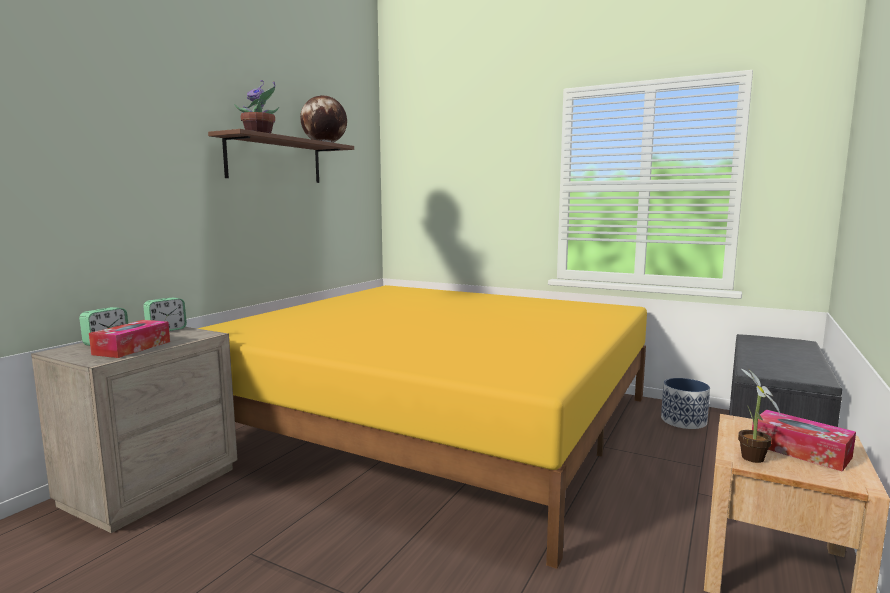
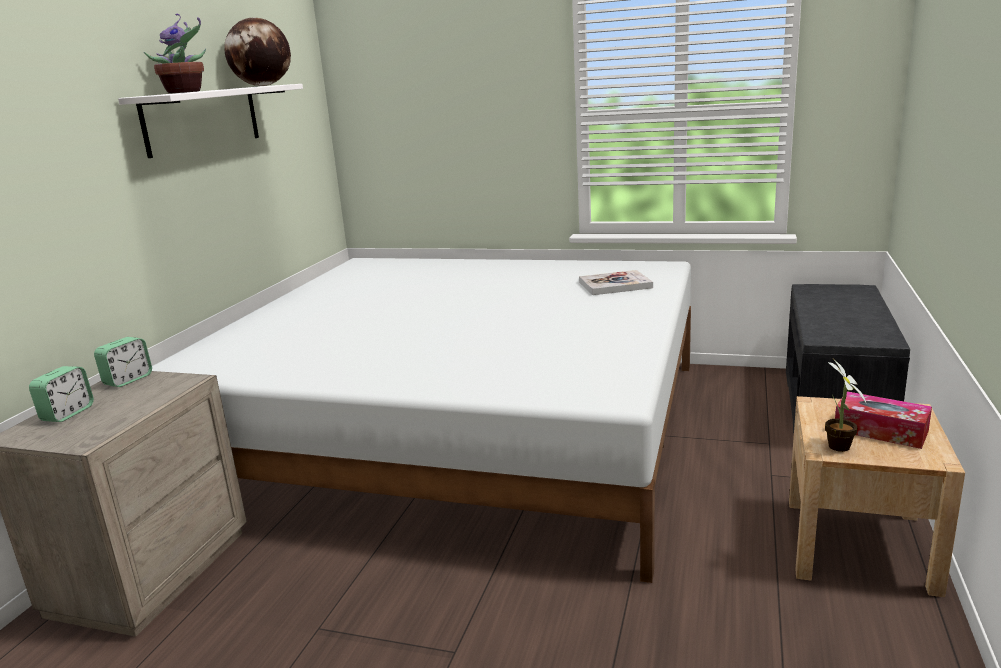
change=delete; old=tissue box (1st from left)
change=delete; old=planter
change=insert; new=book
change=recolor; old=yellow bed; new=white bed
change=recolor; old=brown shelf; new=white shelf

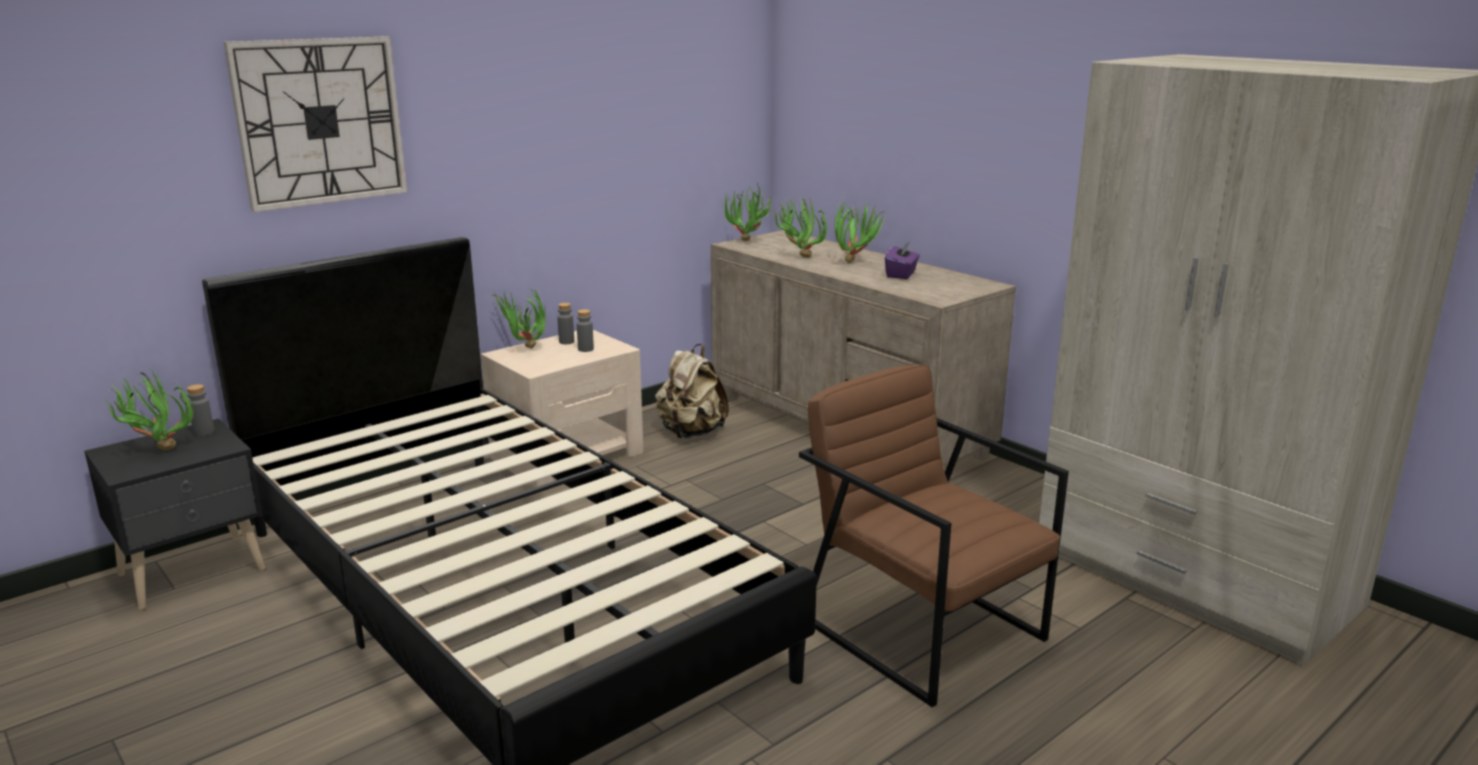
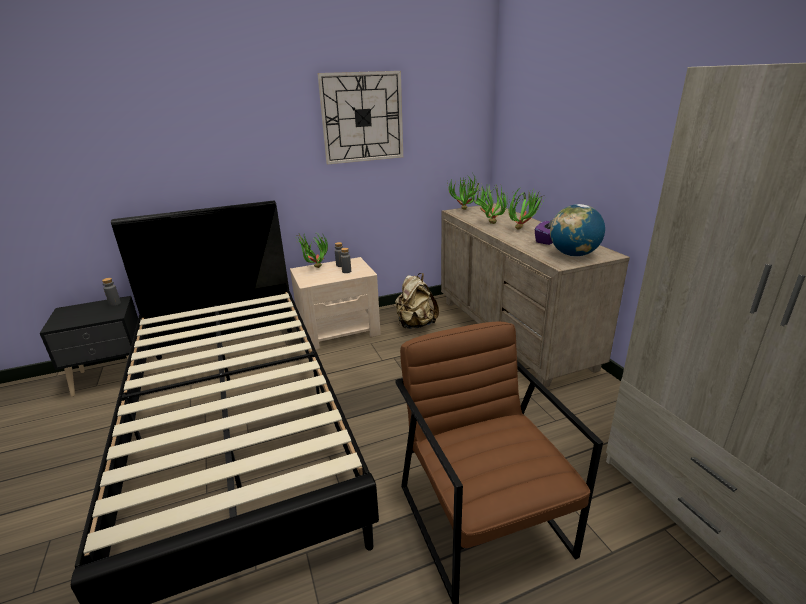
change=delete; old=potted plant (1st from left)
change=insert; new=globe
change=move; old=wall clock

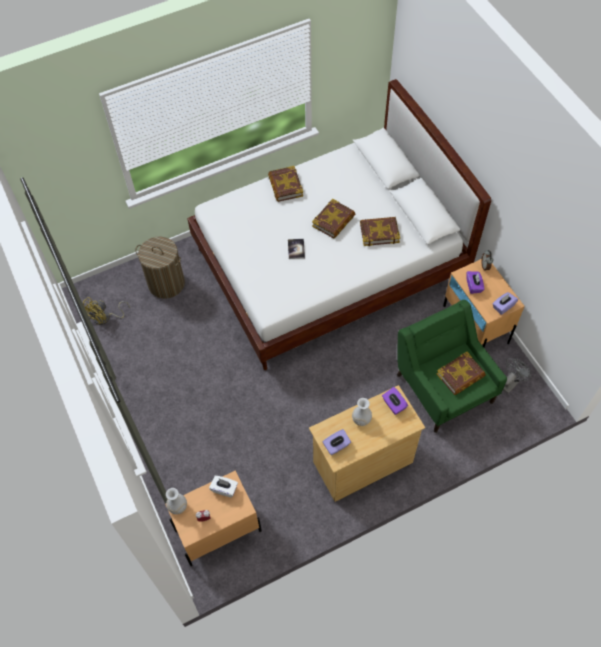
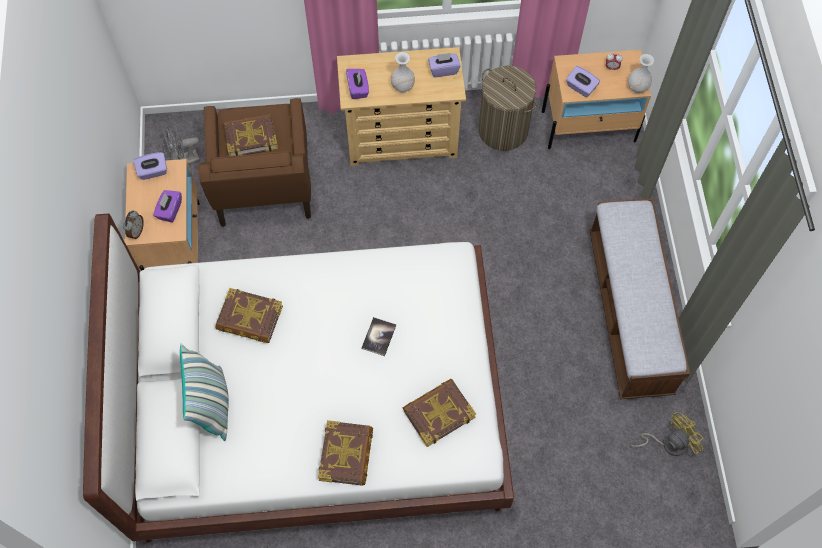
change=insert; new=pillow
change=insert; new=bench
change=move; old=laundry basket
change=move; old=book (3rd from left in the first image); new=book (5th from left)
change=recolor; old=white tissue box; new=purple tissue box (5th from left)
change=recolor; old=green armchair; new=brown armchair

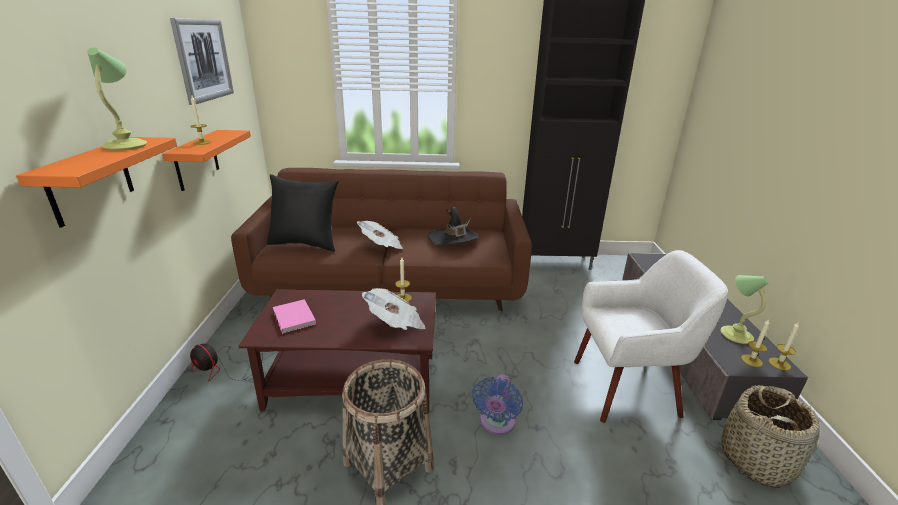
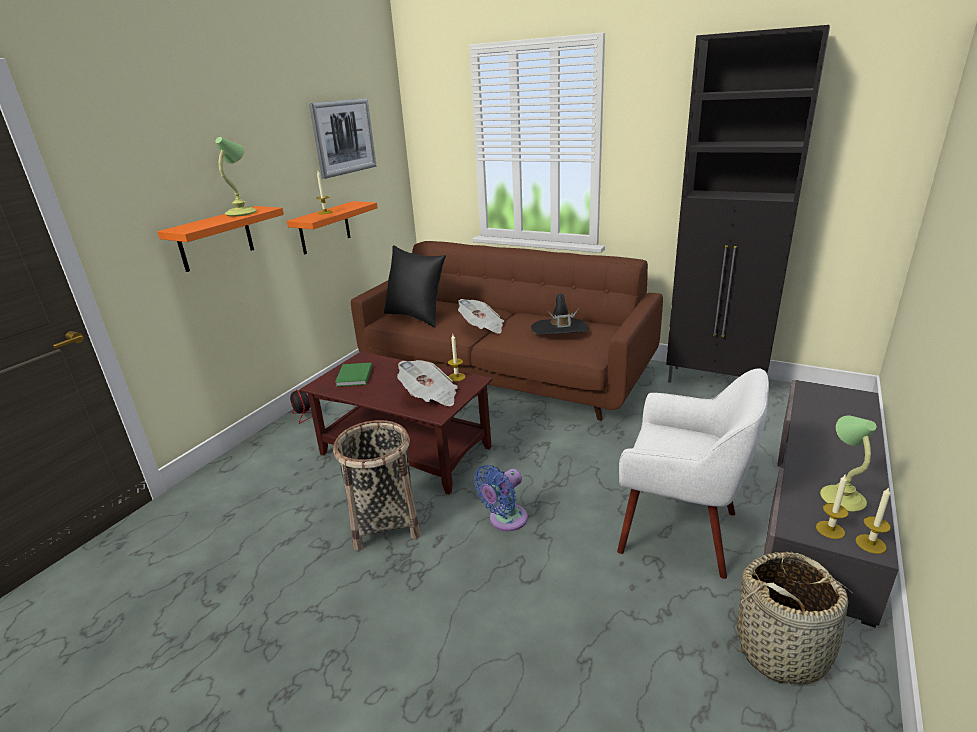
change=recolor; old=pink book; new=green book

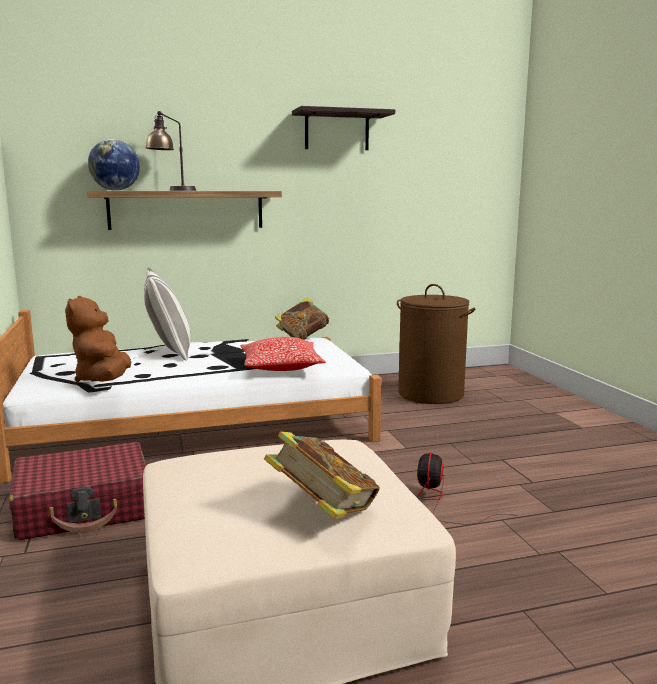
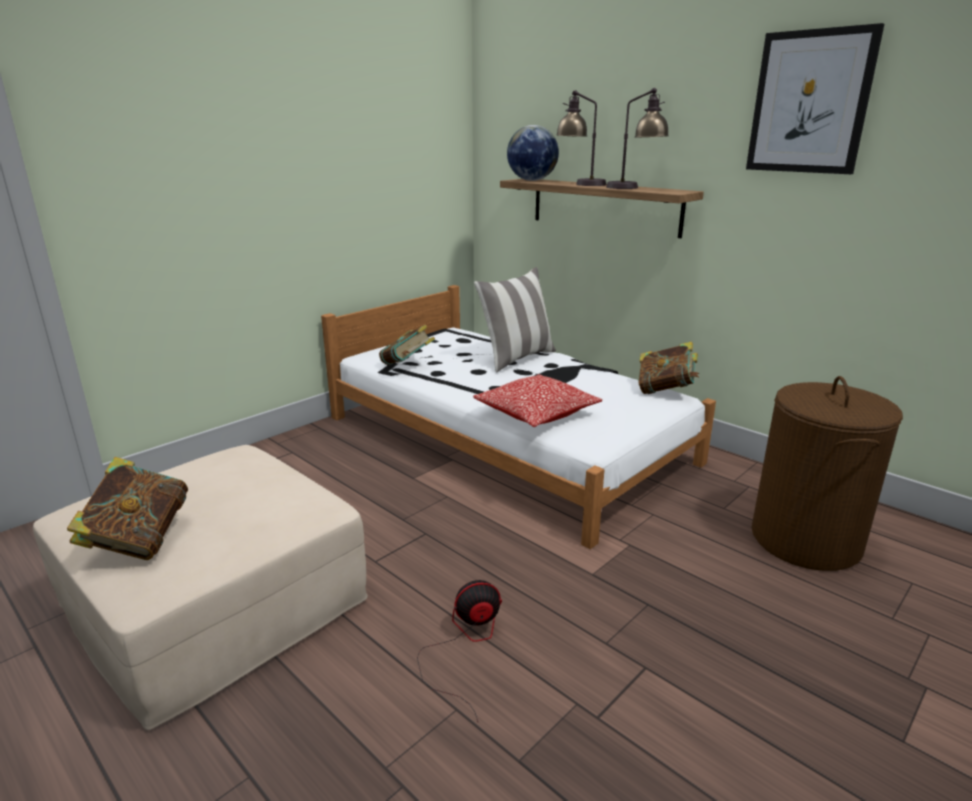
change=delete; old=red suitcase
change=insert; new=table lamp (2nd from left)
change=replace; old=brown plush toy; new=book (2nd from left)
change=replace; old=shelf (2nd from left); new=picture

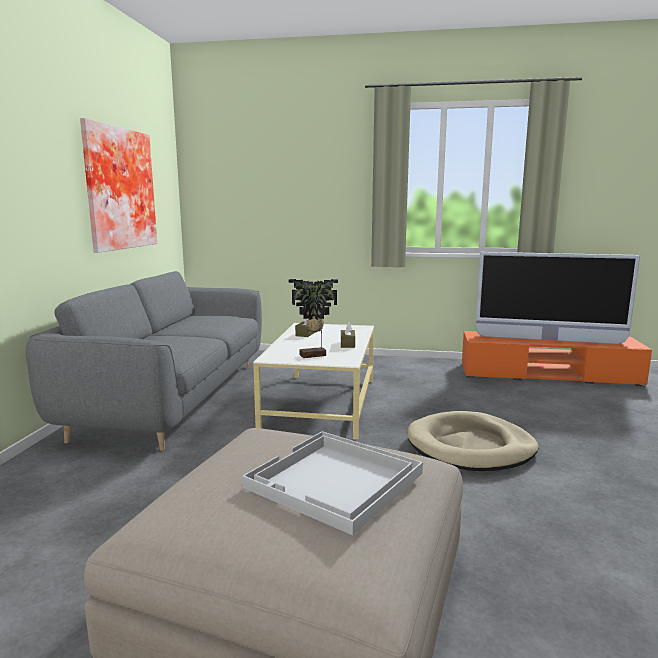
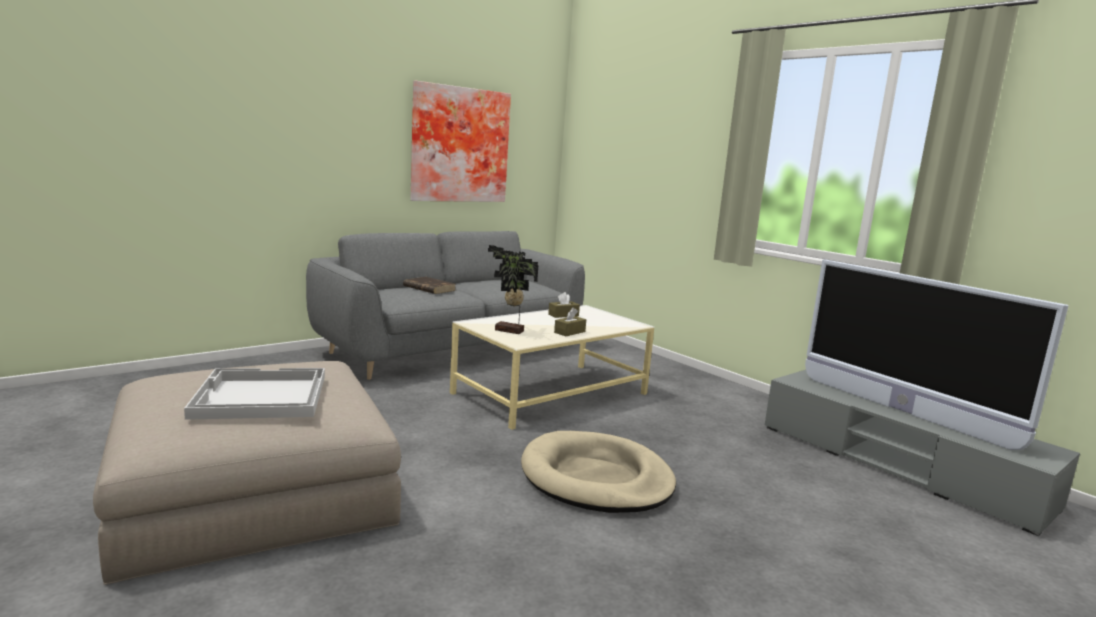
change=insert; new=brown book
change=recolor; old=orange tv stand; new=grey tv stand

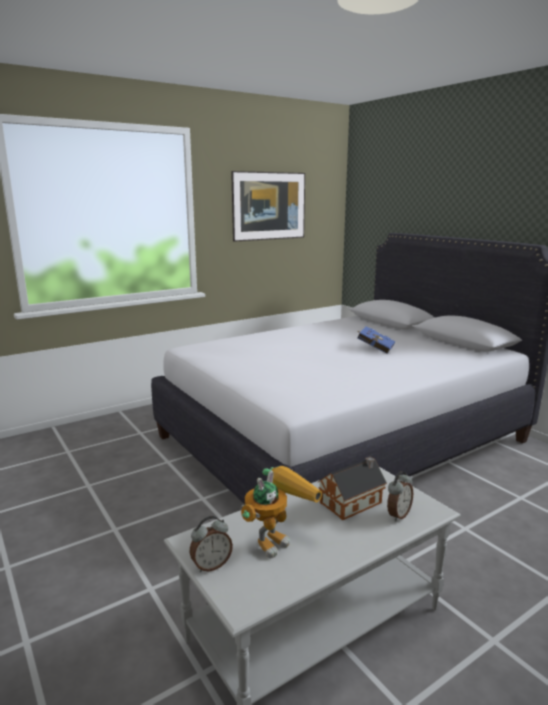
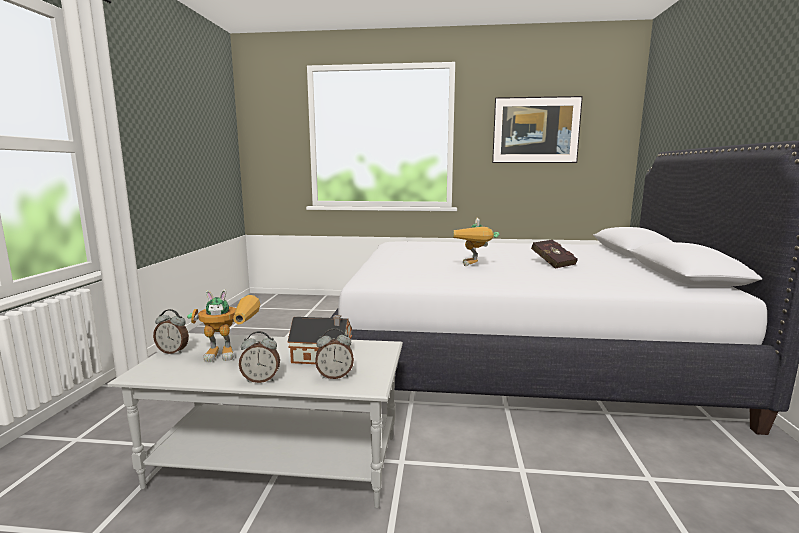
change=insert; new=alarm clock (2nd from left)
change=insert; new=toy robot (2nd from left)
change=recolor; old=blue book; new=red book

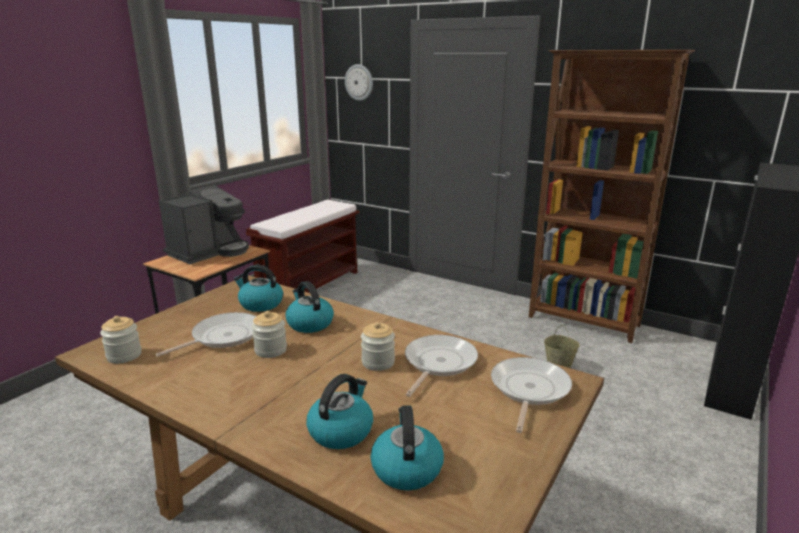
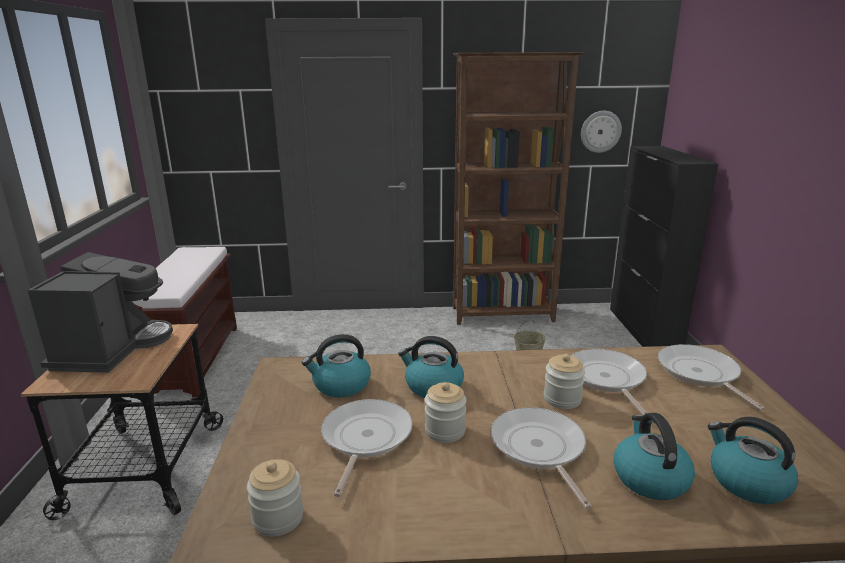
change=insert; new=frying pan (2nd from left)
change=move; old=wall clock

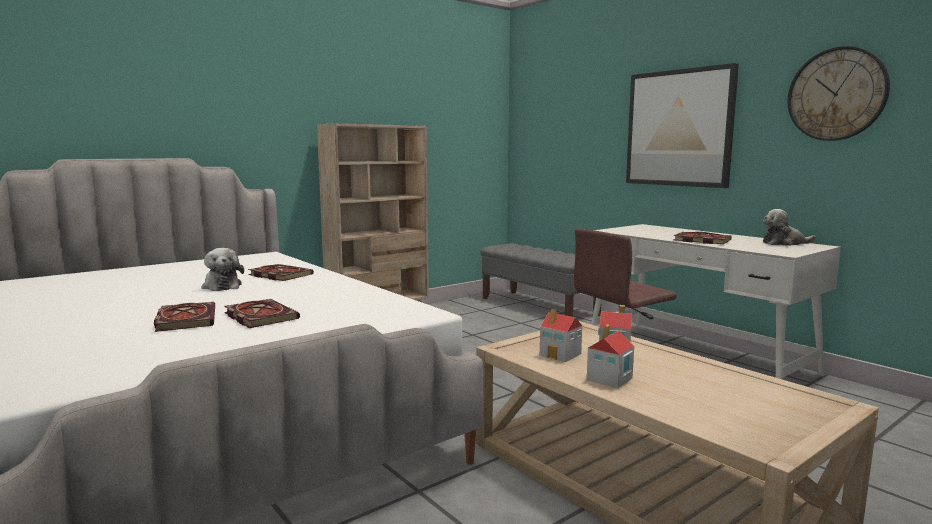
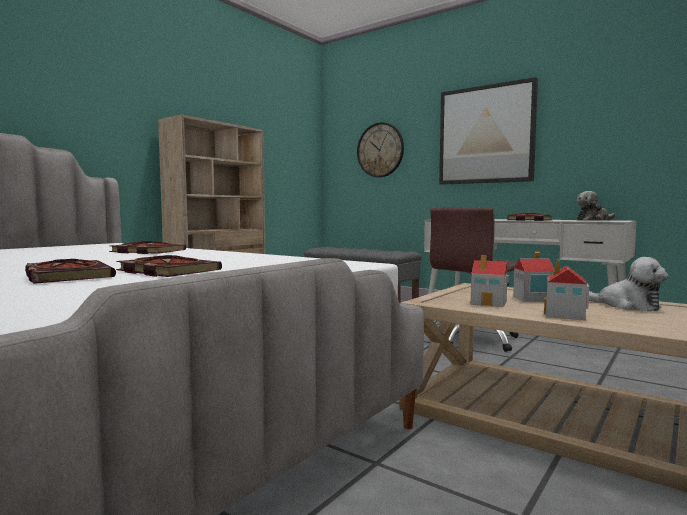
change=move; old=plush toy (1st from left in the first image); new=plush toy (2nd from left)
change=move; old=wall clock

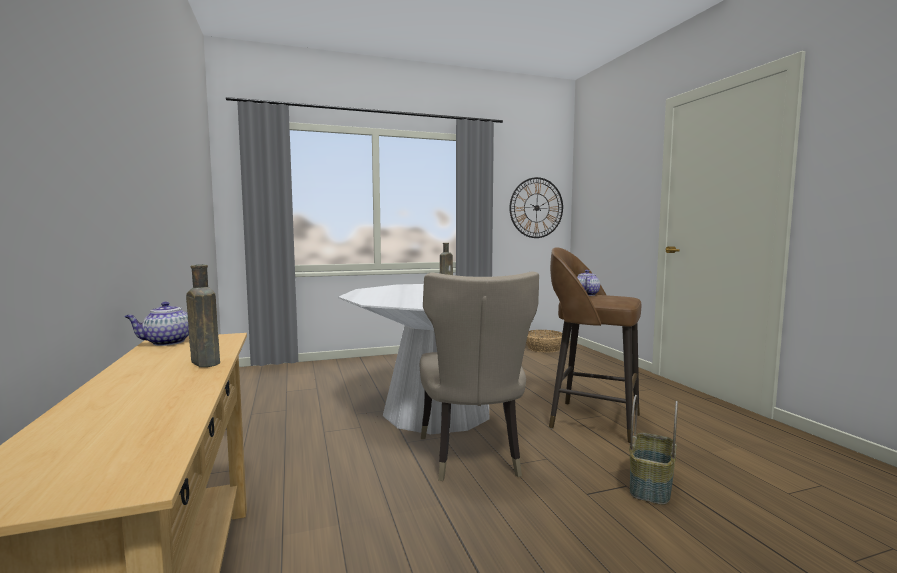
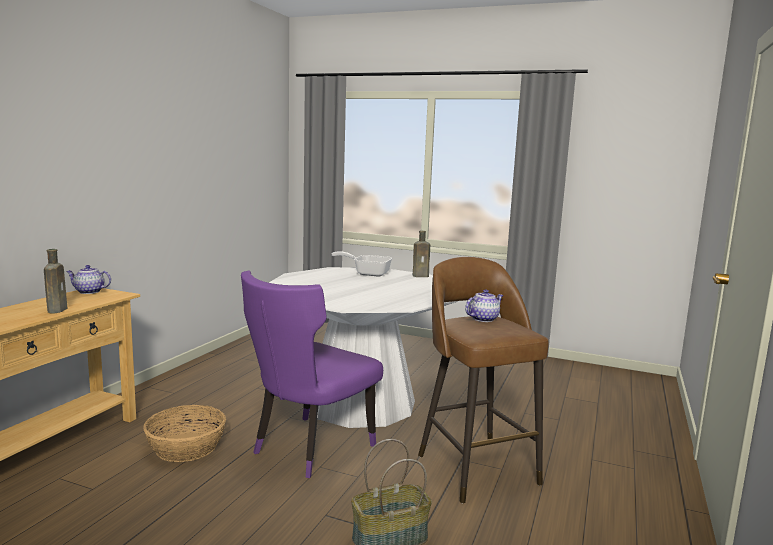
change=delete; old=wall clock
change=insert; new=frying pan
change=move; old=basket (1st from left)
change=recolor; old=beige chair; new=purple chair

